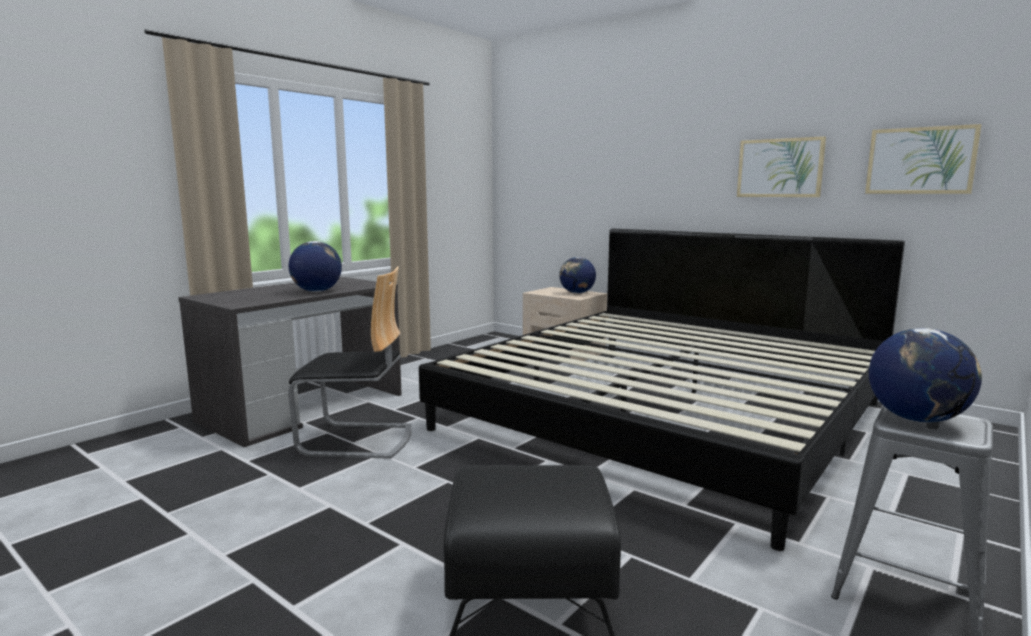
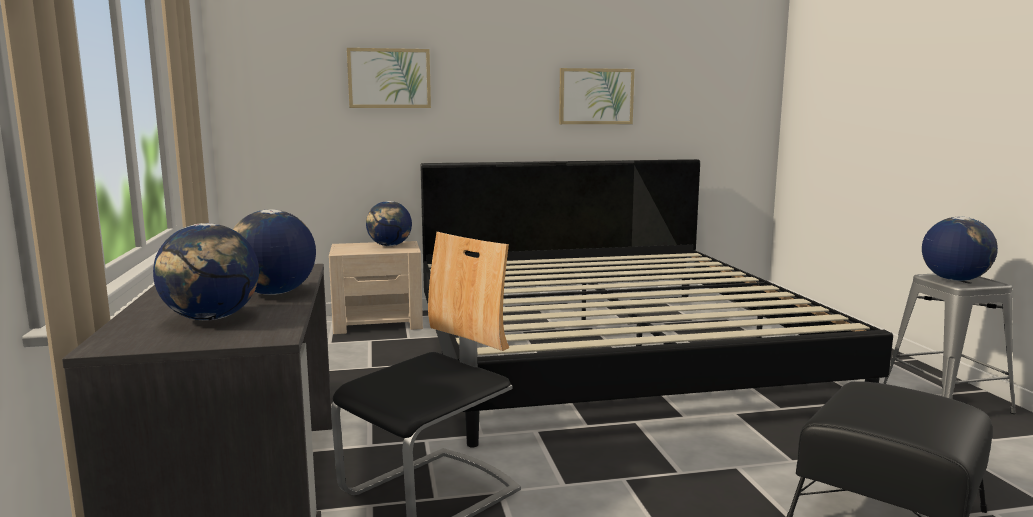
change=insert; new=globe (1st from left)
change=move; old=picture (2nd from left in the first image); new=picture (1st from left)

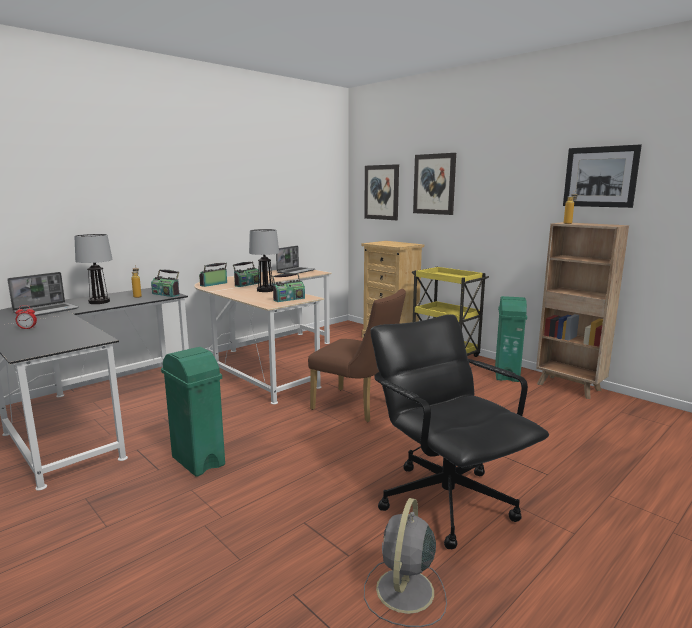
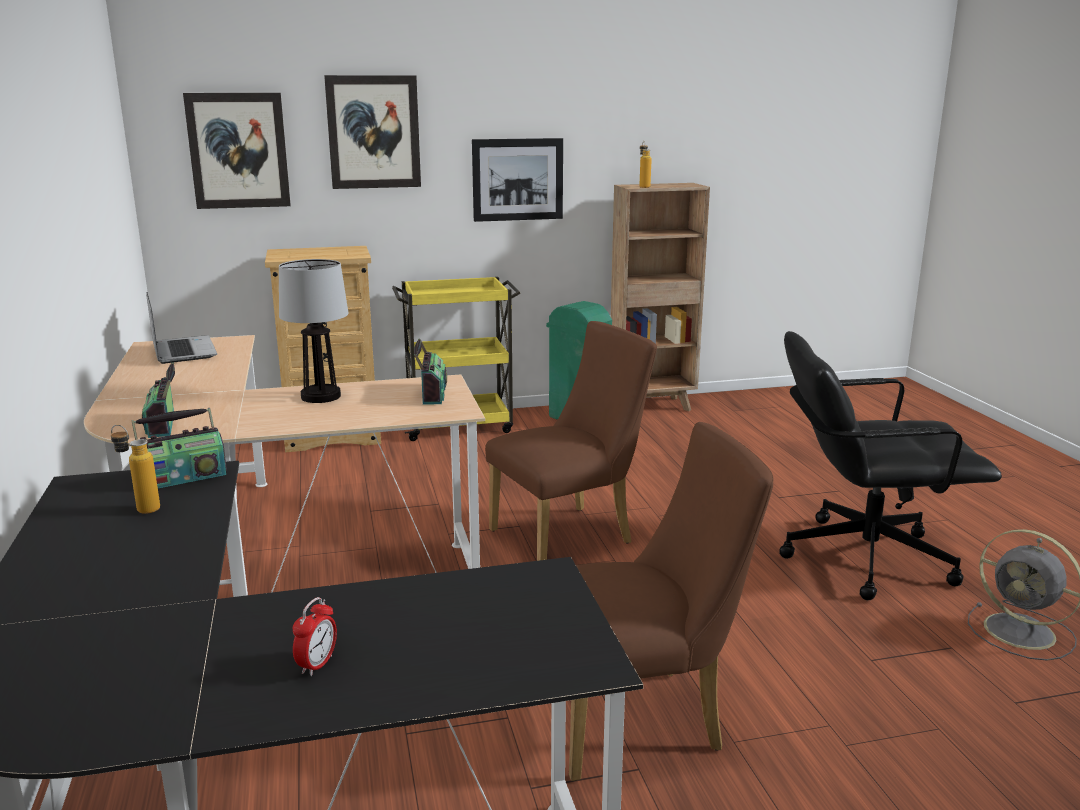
change=delete; old=laptop (1st from left)
change=delete; old=table lamp (1st from left)
change=delete; old=radio (3rd from left)
change=move; old=picture (3rd from left)
change=replace; old=green trash can (1st from left); new=brown chair (2nd from left)

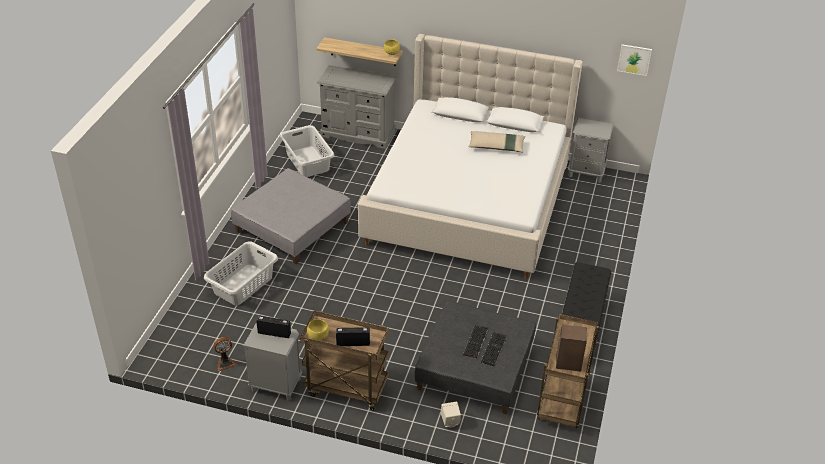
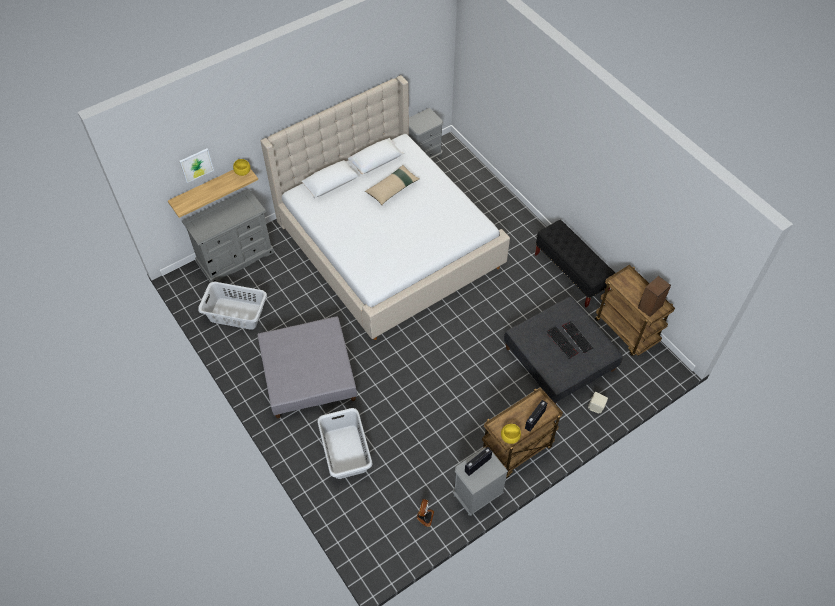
change=move; old=picture

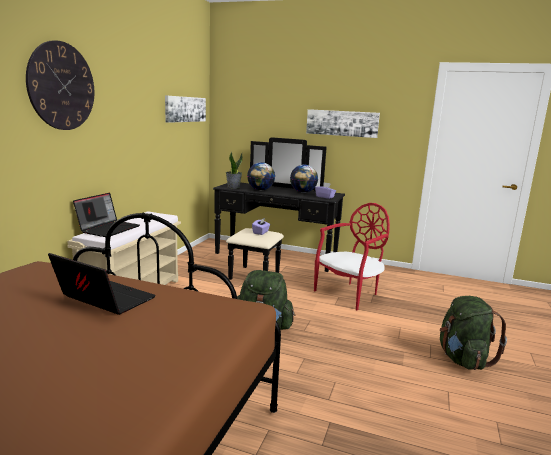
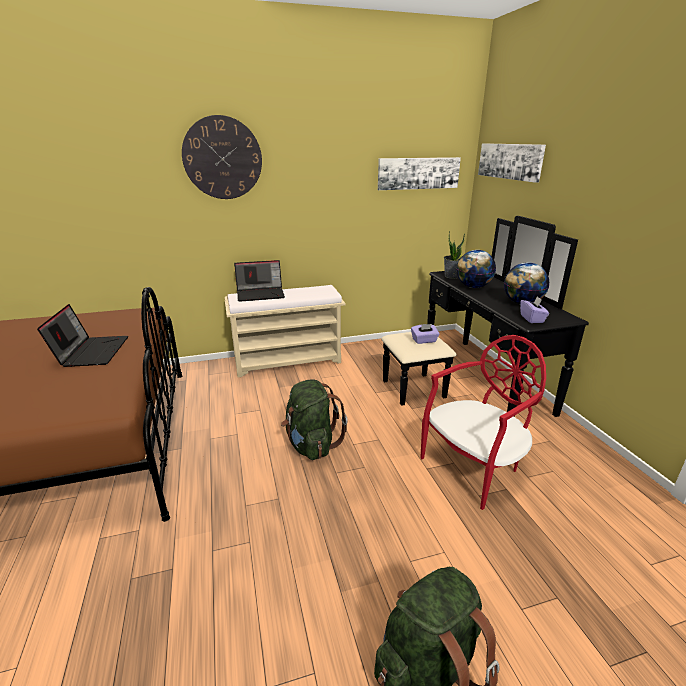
change=move; old=picture (2nd from left)
change=rotate; old=red chair; degrees=-45

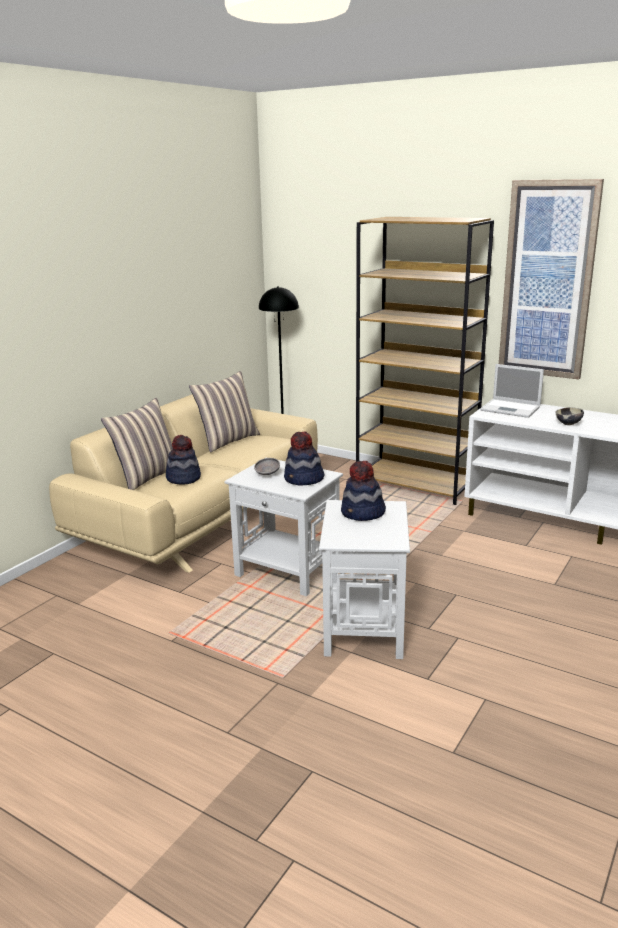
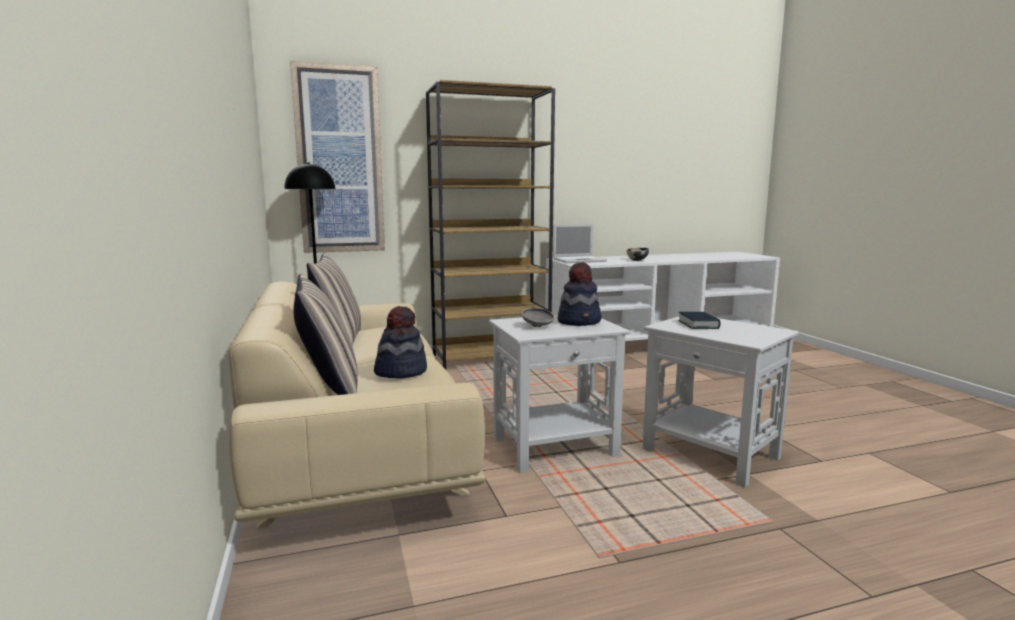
change=move; old=picture
change=replace; old=hat (3rd from left); new=book

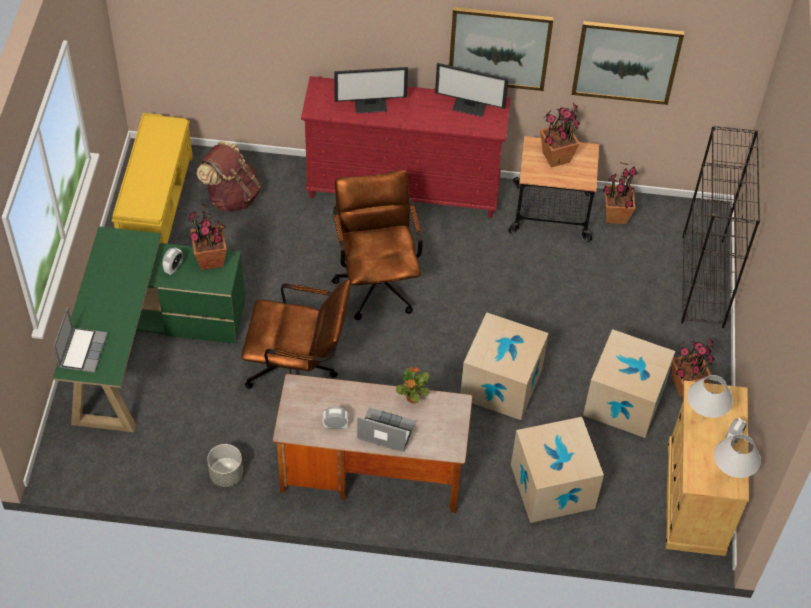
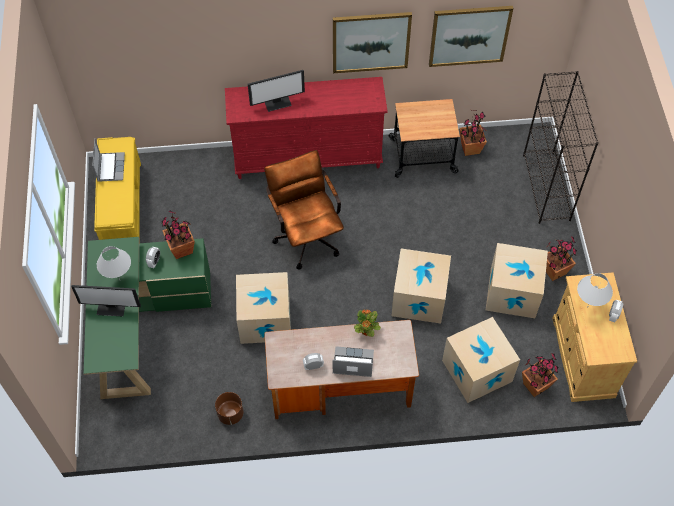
change=delete; old=brown backpack
change=move; old=laptop (1st from left)
change=move; old=monitor (2nd from left in the first image); new=monitor (1st from left)
change=move; old=potted plant (3rd from left in the first image); new=potted plant (4th from left)
change=move; old=white table lamp (2nd from left in the first image); new=white table lamp (1st from left)
change=replace; old=brown office chair (1st from left); new=cardboard box (1st from left)
change=recolor; old=grey planter; new=brown planter

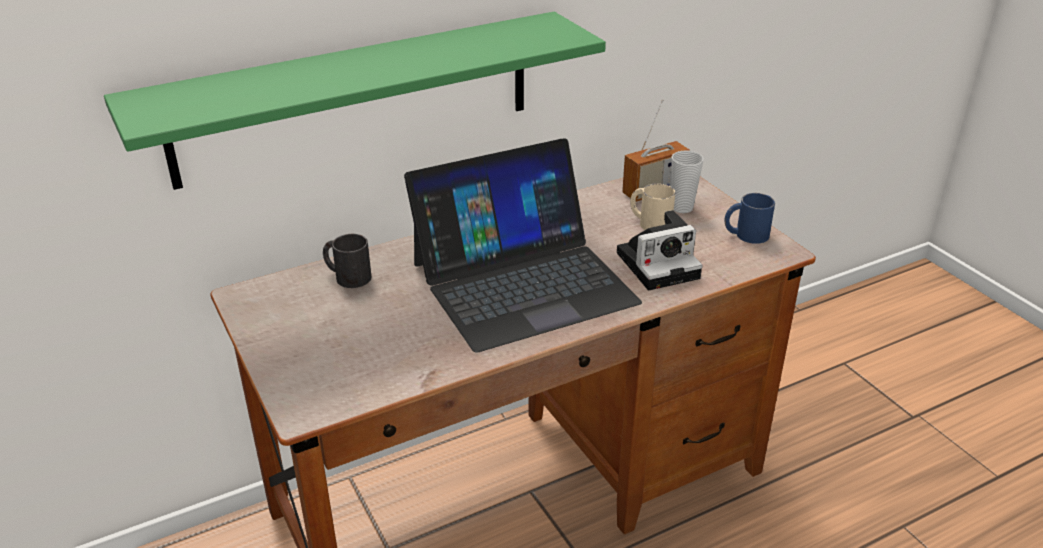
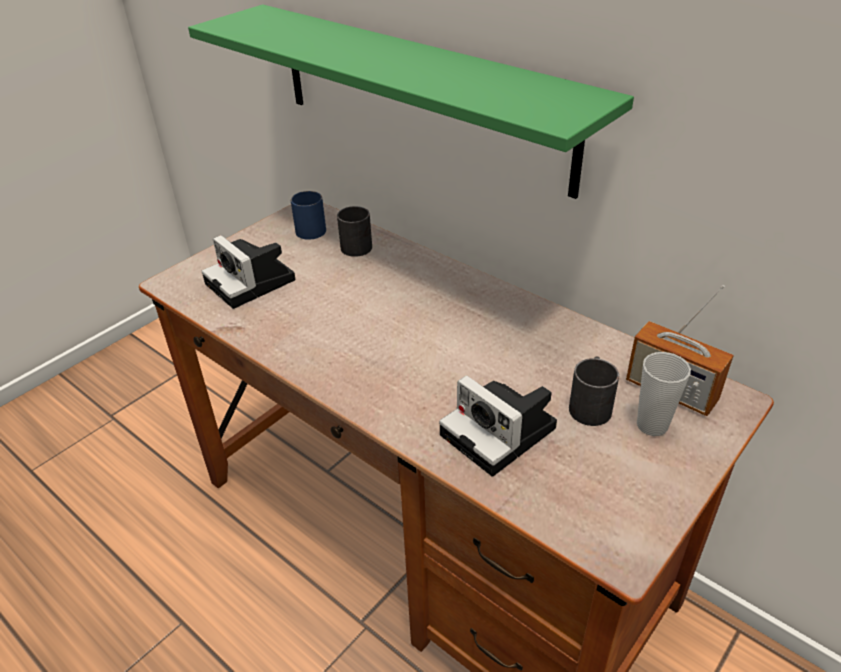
change=delete; old=laptop
change=insert; new=photo camera (1st from left)
change=move; old=blue mug
change=recolor; old=beige mug; new=black mug (2nd from left)

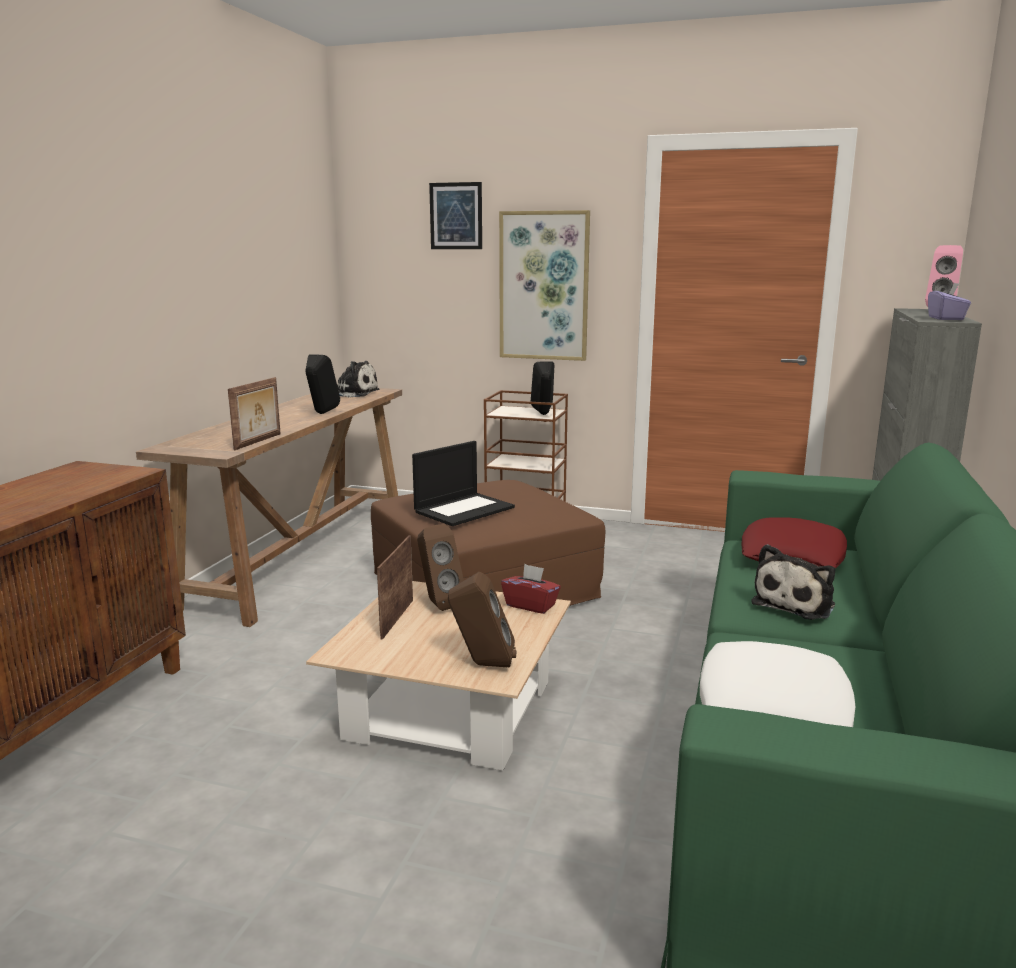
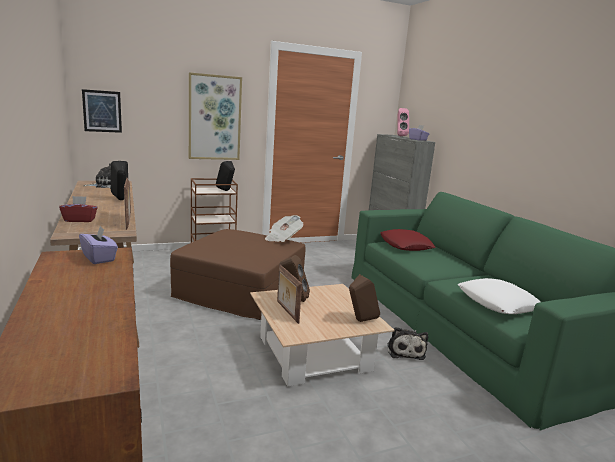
change=delete; old=laptop
change=insert; new=purple tissue box (1st from left)
change=insert; new=newspaper
change=move; old=picture (1st from left)
change=move; old=red tissue box
change=move; old=plush toy (2nd from left)

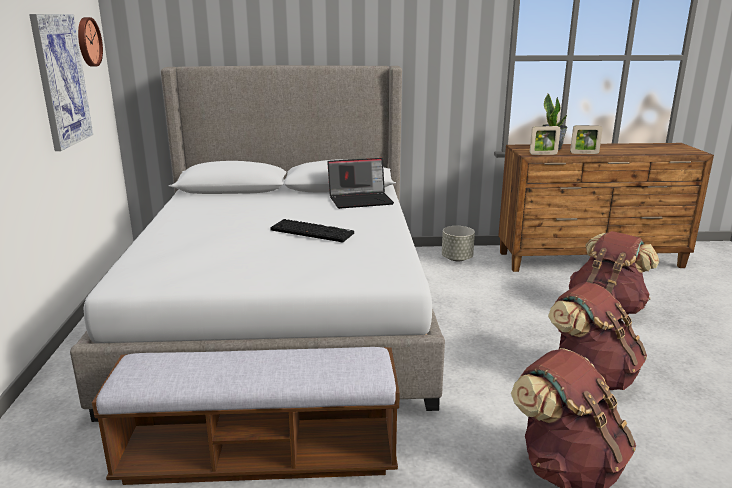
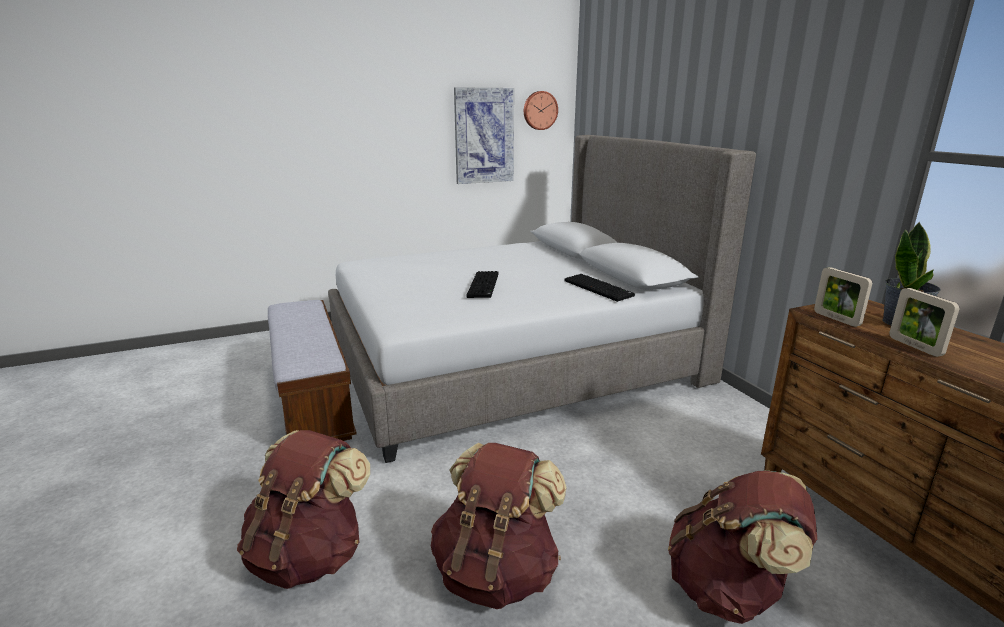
change=delete; old=grey planter
change=replace; old=laptop; new=keyboard (2nd from left)

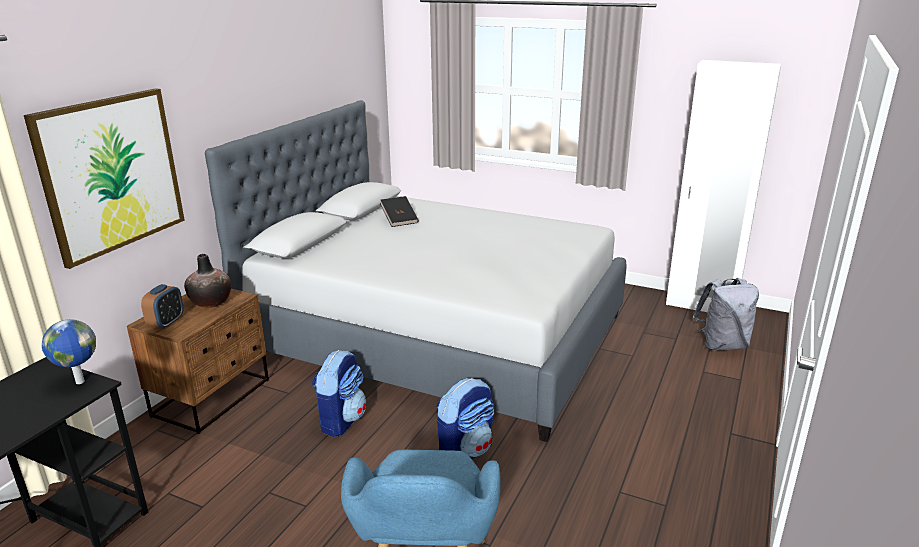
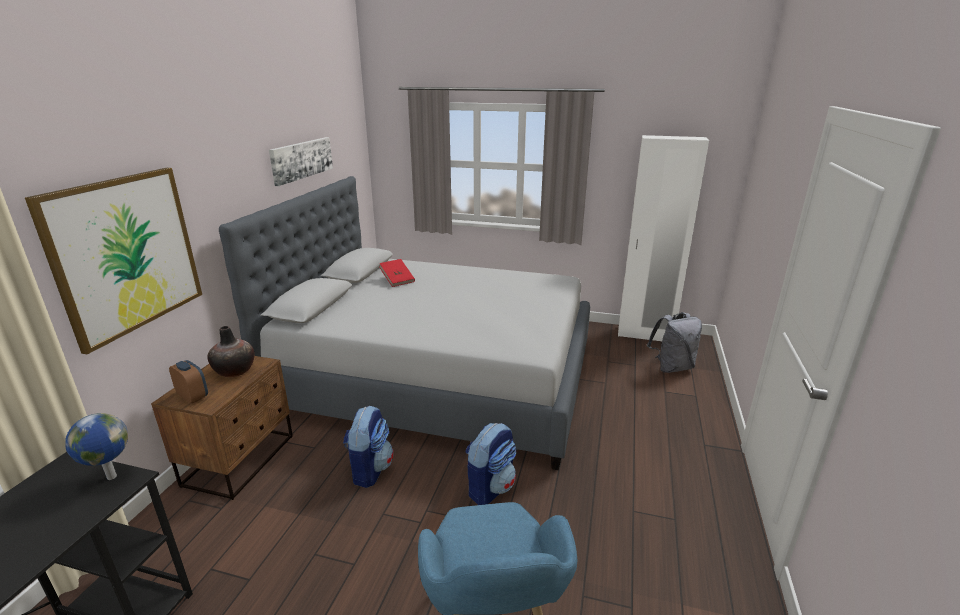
change=insert; new=picture (2nd from left)
change=recolor; old=black book; new=red book
change=rotate; old=alarm clock; degrees=-60

